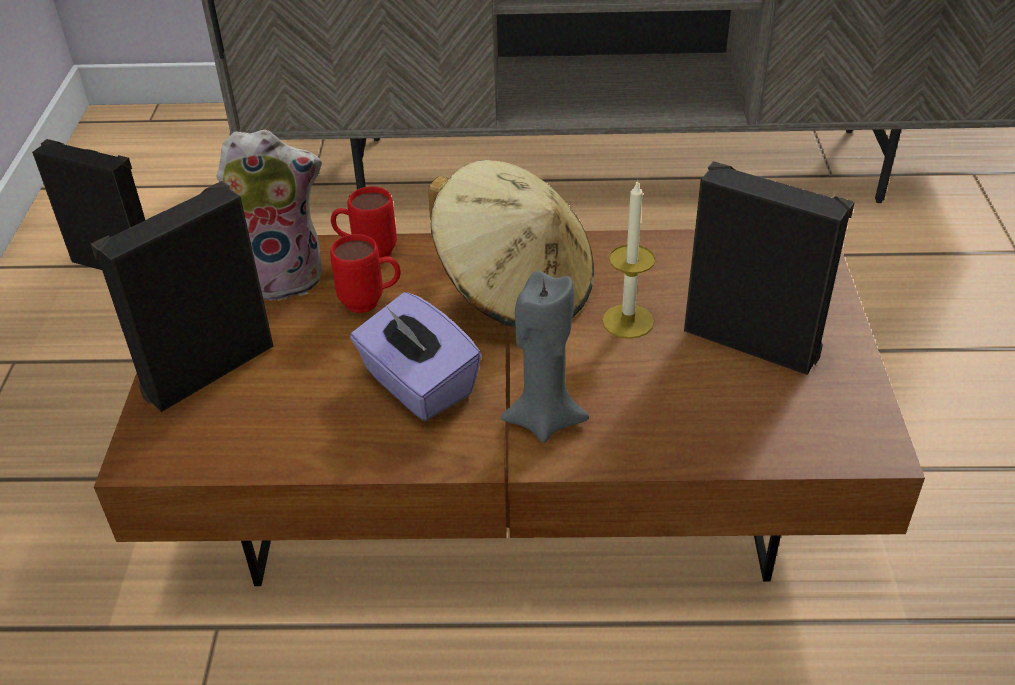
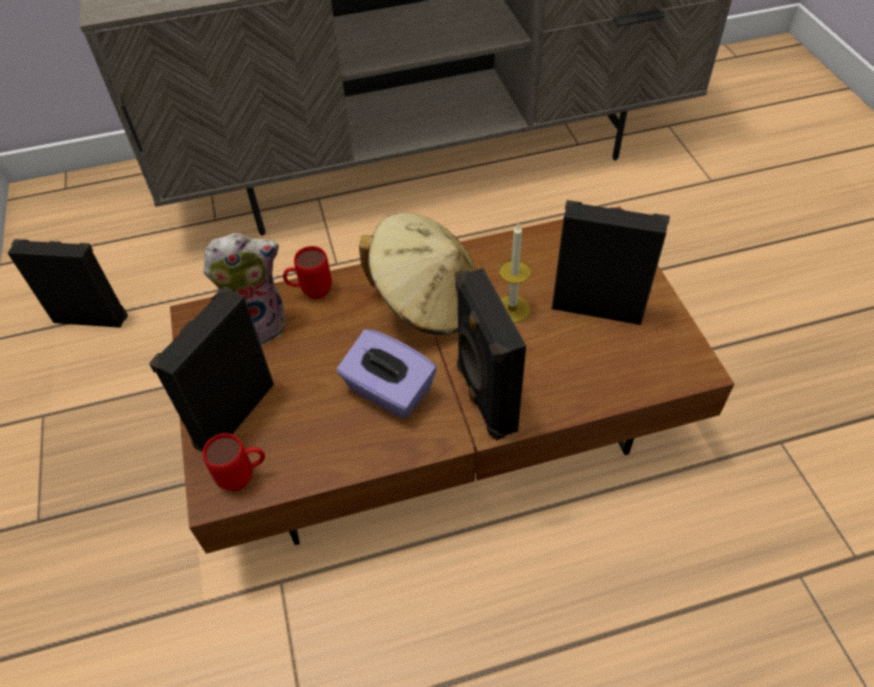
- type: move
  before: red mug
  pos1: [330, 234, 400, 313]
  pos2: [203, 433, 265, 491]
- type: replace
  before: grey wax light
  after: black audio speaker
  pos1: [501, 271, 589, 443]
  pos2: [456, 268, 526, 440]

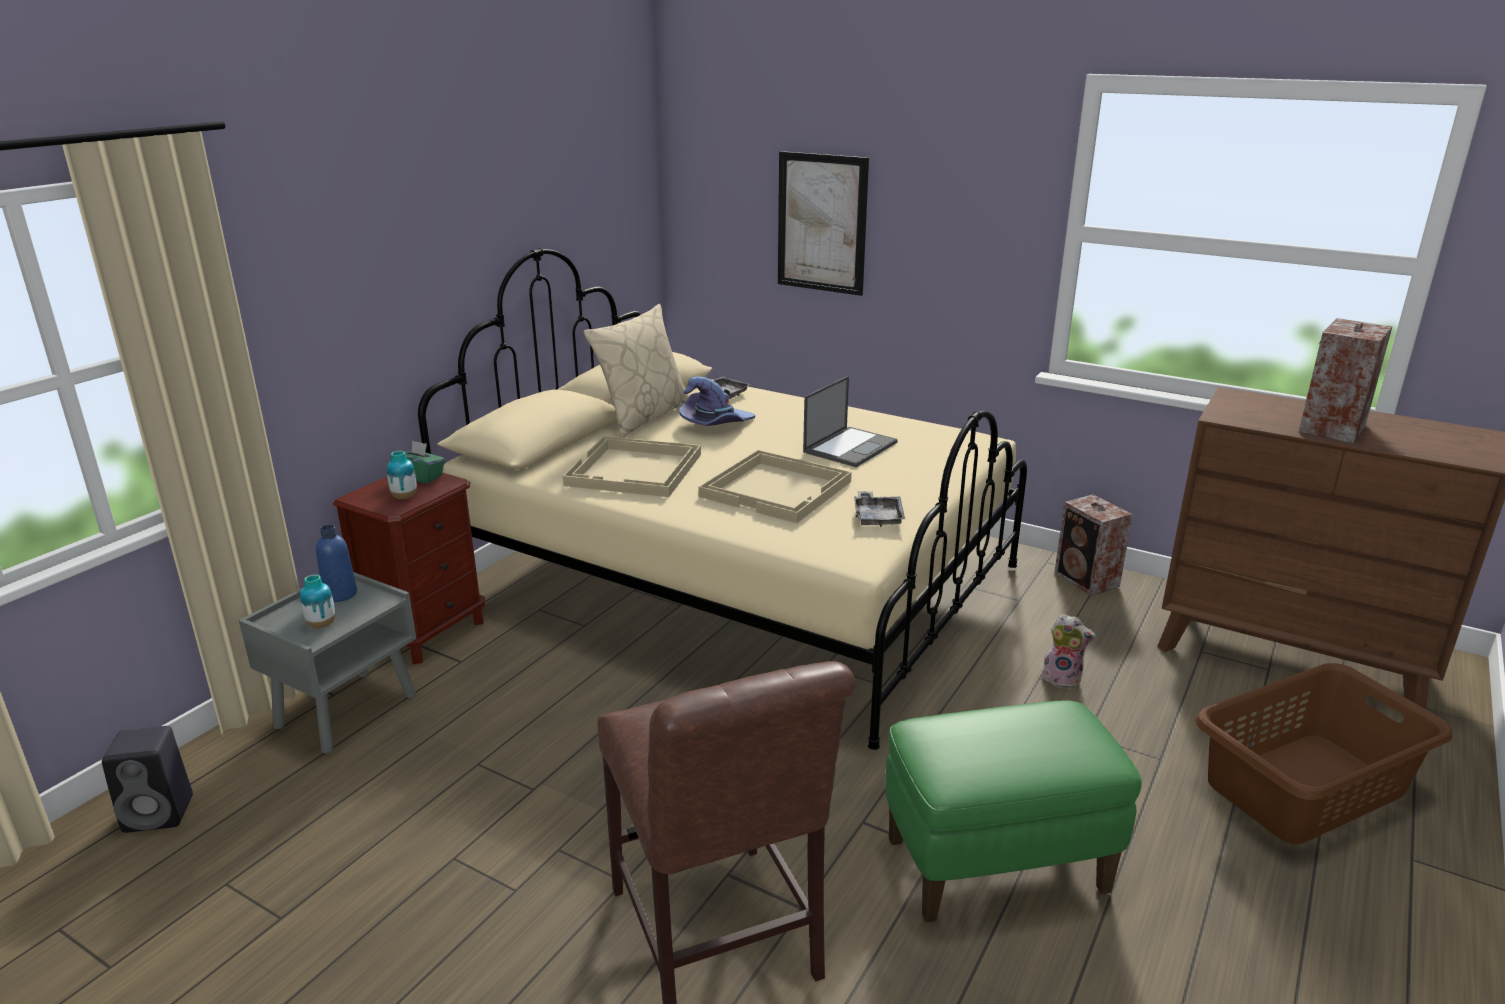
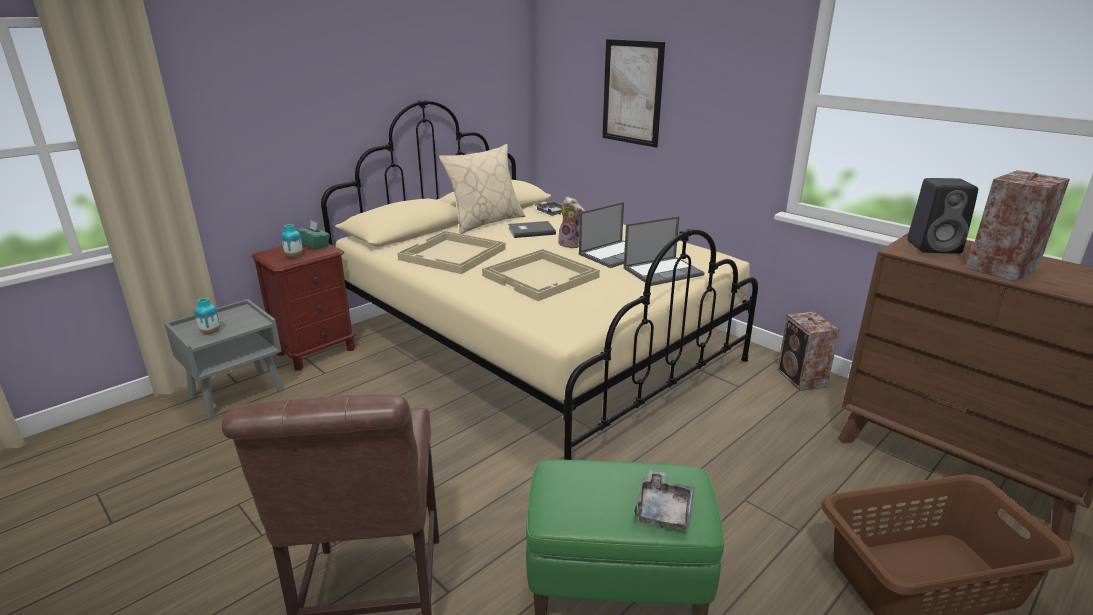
- type: replace
  before: purple clothing hat
  after: grey volume
  pos1: [679, 377, 755, 426]
  pos2: [508, 221, 556, 238]
- type: move
  before: grey tray
  pos1: [854, 491, 905, 527]
  pos2: [634, 470, 695, 528]
- type: delete
  before: bluish drink bottle
  pos1: [316, 525, 357, 602]
- type: move
  before: soft toy
  pos1: [1041, 614, 1096, 689]
  pos2: [557, 196, 585, 248]
- type: move
  before: black audio speaker
  pos1: [102, 726, 193, 833]
  pos2: [907, 178, 978, 254]
- type: insert
  after: laptop
  pos2: [624, 216, 705, 286]

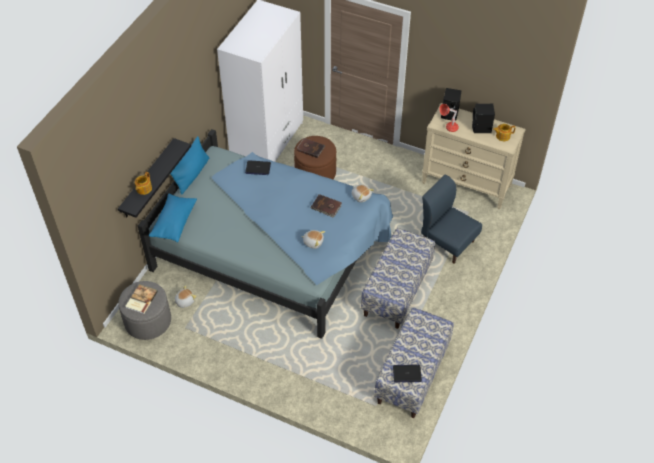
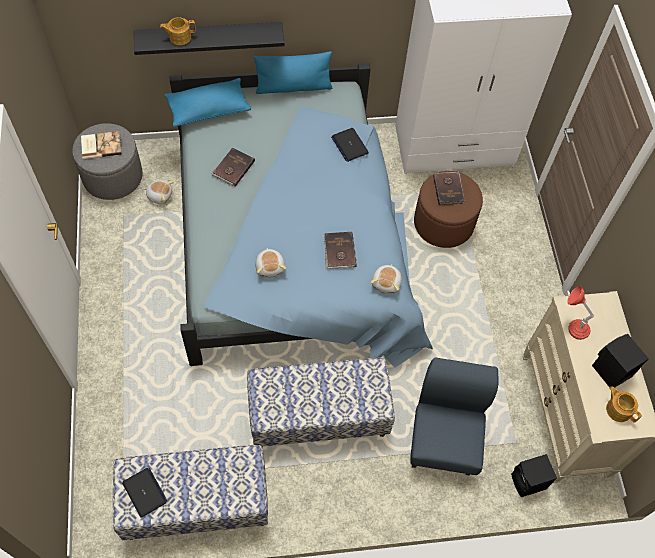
- type: move
  before: black audio speaker
  pos1: [441, 88, 462, 121]
  pos2: [511, 454, 557, 497]
- type: insert
  after: brown volume
  pos2: [211, 148, 255, 187]

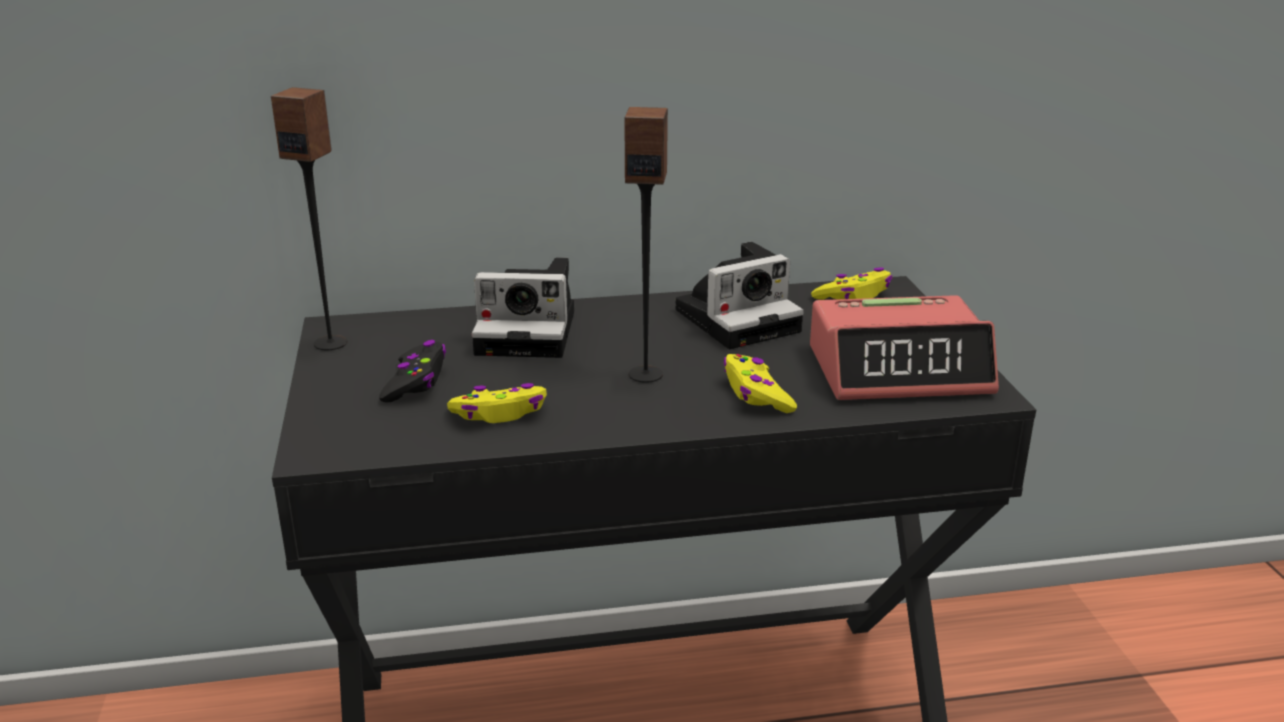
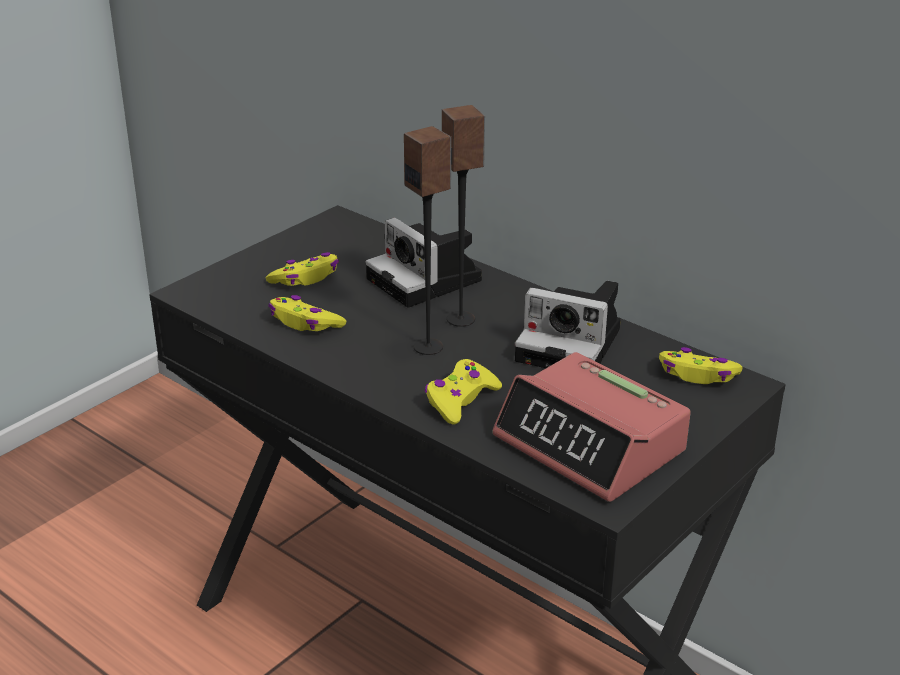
- type: move
  before: audio speaker
  pos1: [271, 87, 347, 350]
  pos2: [442, 105, 485, 327]
- type: recolor
  before: black joypad
  after: yellow joypad
  pos1: [379, 340, 446, 402]
  pos2: [265, 252, 339, 286]

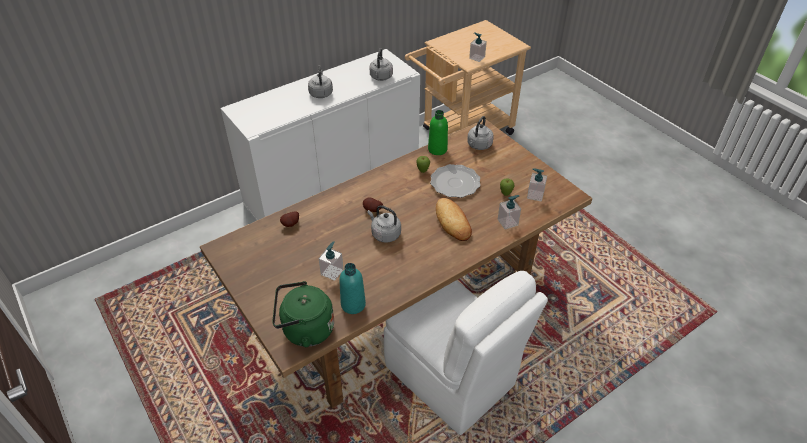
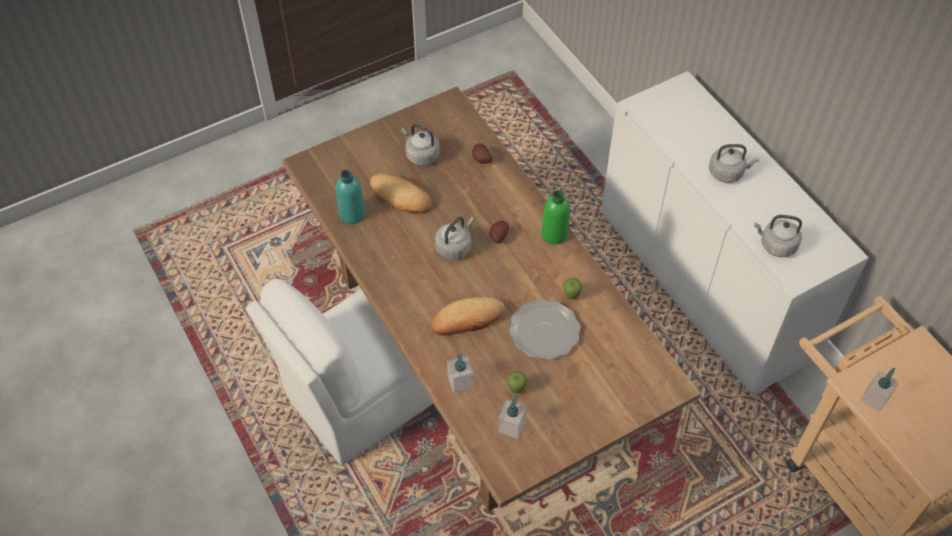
- type: move
  before: green drink bottle
  pos1: [428, 110, 448, 155]
  pos2: [541, 190, 570, 244]
- type: move
  before: grey water kettle
  pos1: [467, 116, 494, 150]
  pos2: [401, 124, 440, 166]
- type: replace
  before: soap bottle
  after: baked bread
  pos1: [319, 241, 344, 281]
  pos2: [370, 173, 432, 213]
- type: delete
  before: green water kettle
  pos1: [272, 281, 334, 347]

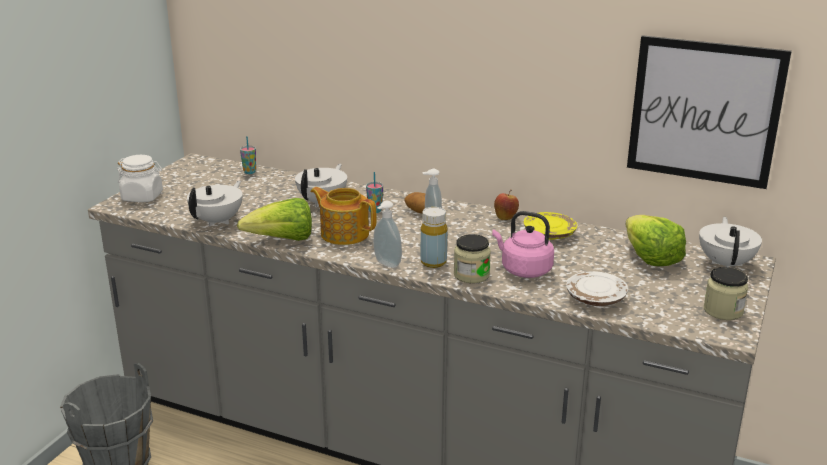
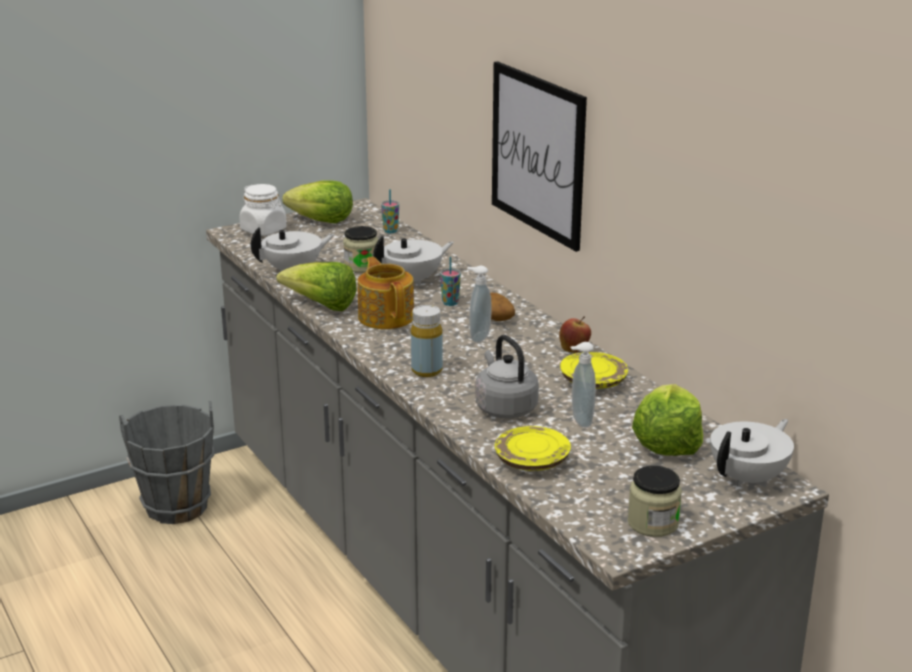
- type: move
  before: wall picture
  pos1: [627, 35, 792, 189]
  pos2: [492, 61, 587, 252]
- type: move
  before: soap bottle
  pos1: [373, 201, 402, 268]
  pos2: [570, 342, 596, 428]
- type: recolor
  before: pink water kettle
  after: grey water kettle
  pos1: [492, 211, 554, 278]
  pos2: [475, 335, 539, 418]
- type: move
  before: jar
  pos1: [454, 234, 491, 283]
  pos2: [343, 226, 379, 273]
- type: recolor
  before: white dinner plate
  after: yellow dinner plate
  pos1: [566, 271, 628, 306]
  pos2: [495, 426, 571, 471]
- type: insert
  after: lettuce head
  pos2: [282, 181, 353, 223]

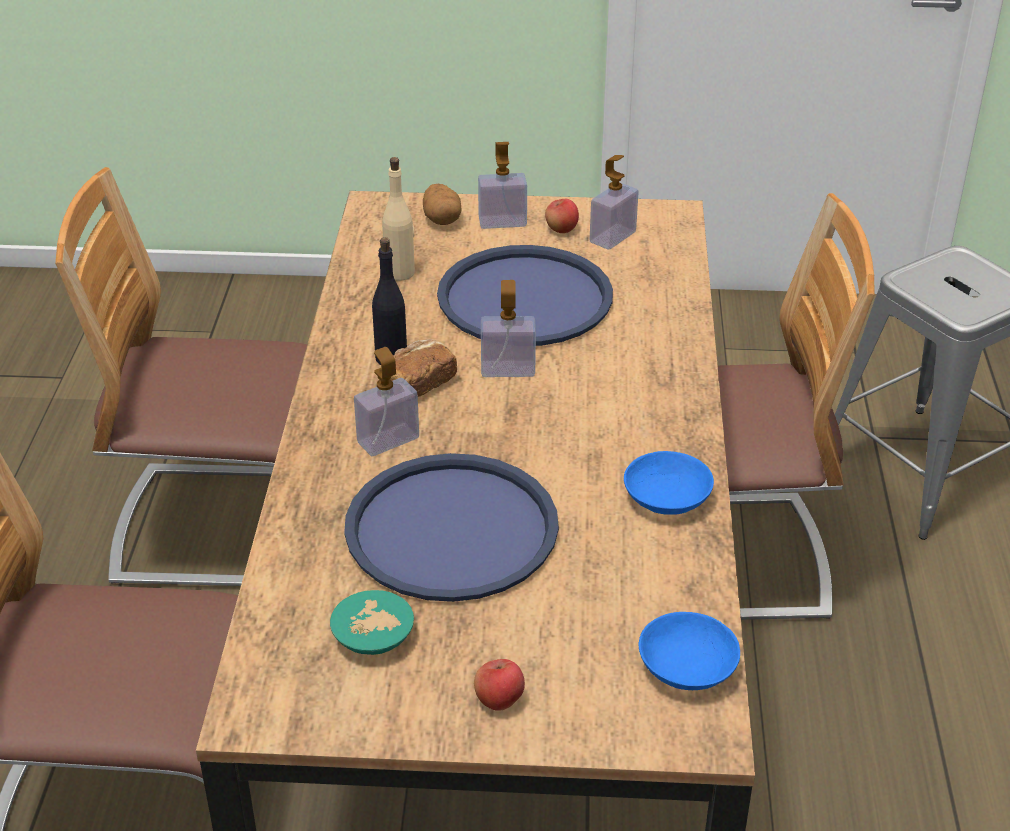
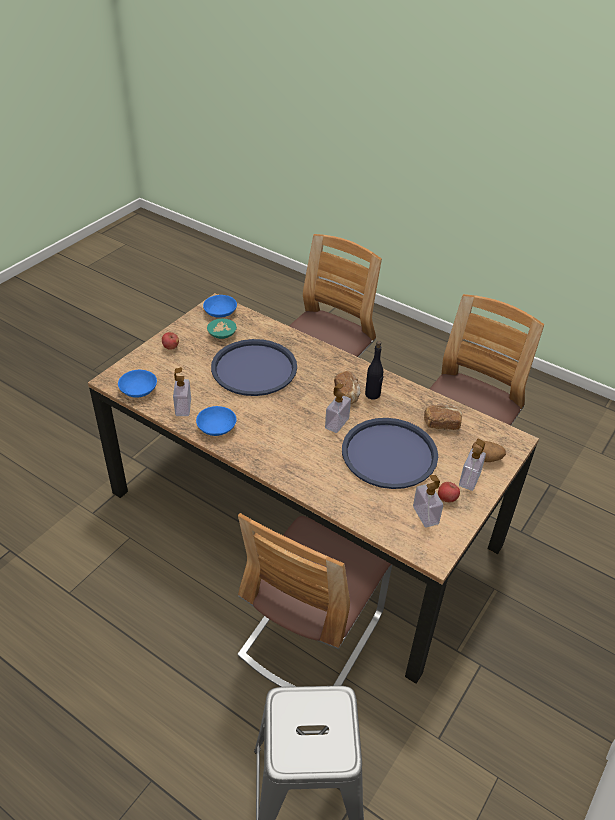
- type: replace
  before: sand-coloured drink bottle
  after: baked bread
  pos1: [382, 157, 415, 281]
  pos2: [424, 404, 462, 430]
- type: move
  before: soap bottle
  pos1: [354, 347, 419, 456]
  pos2: [173, 367, 191, 416]
- type: insert
  after: bluish bowl
  pos2: [203, 295, 237, 318]

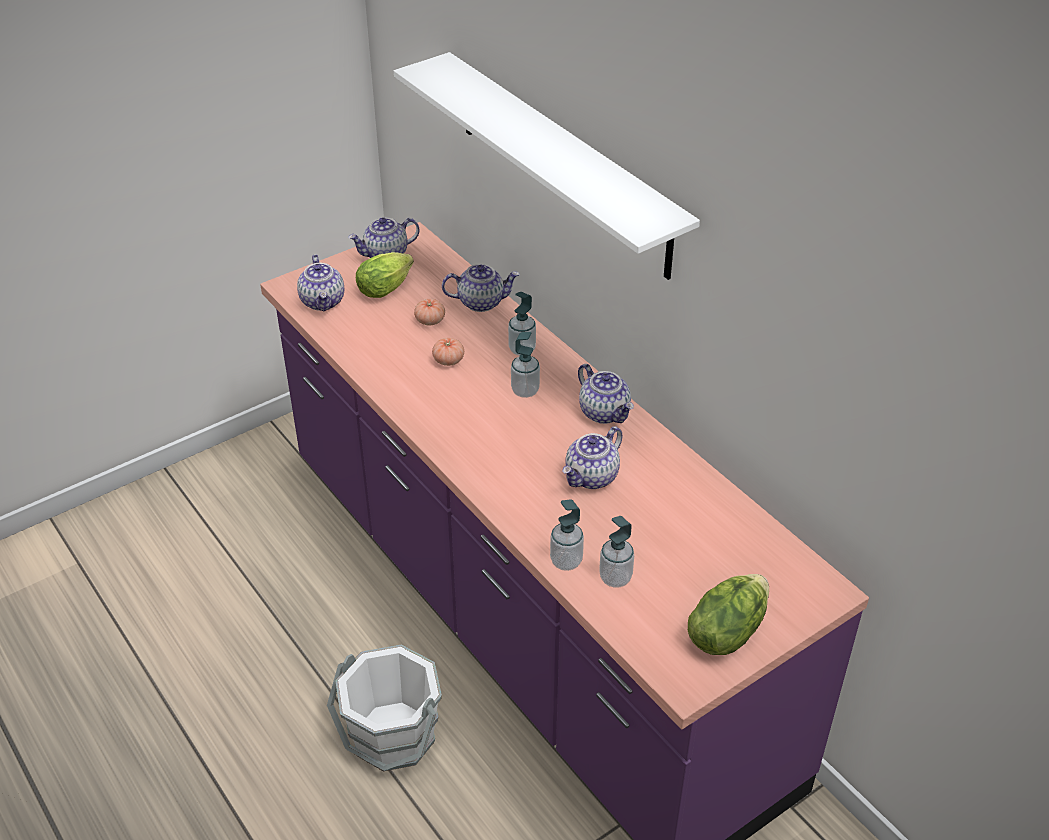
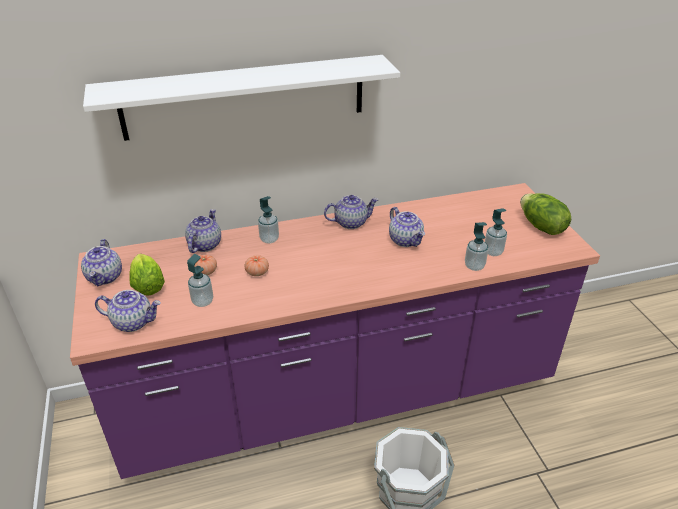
- type: move
  before: soap bottle
  pos1: [511, 332, 540, 398]
  pos2: [187, 254, 213, 307]

